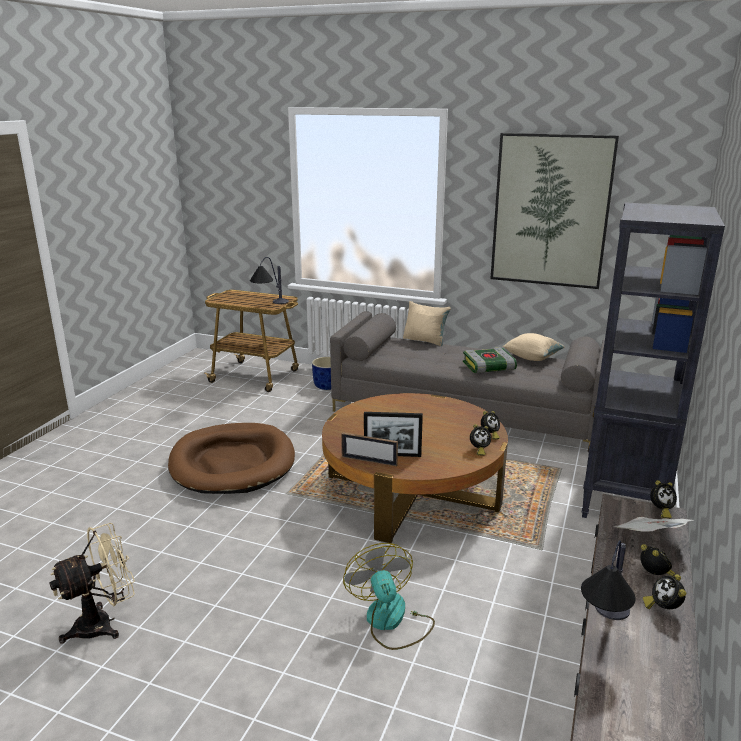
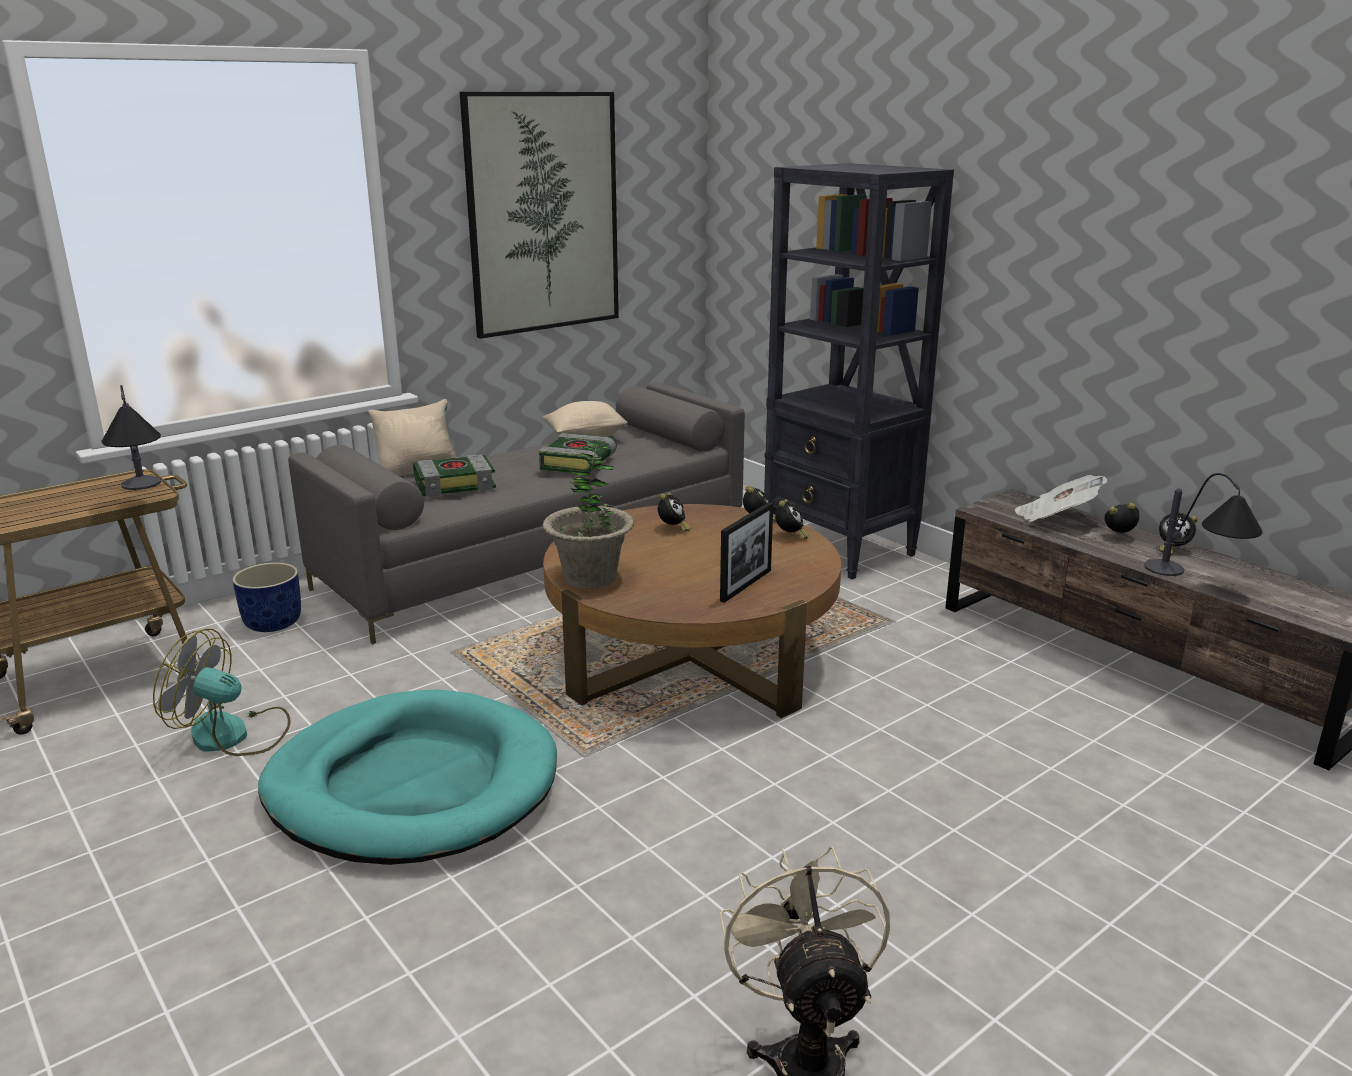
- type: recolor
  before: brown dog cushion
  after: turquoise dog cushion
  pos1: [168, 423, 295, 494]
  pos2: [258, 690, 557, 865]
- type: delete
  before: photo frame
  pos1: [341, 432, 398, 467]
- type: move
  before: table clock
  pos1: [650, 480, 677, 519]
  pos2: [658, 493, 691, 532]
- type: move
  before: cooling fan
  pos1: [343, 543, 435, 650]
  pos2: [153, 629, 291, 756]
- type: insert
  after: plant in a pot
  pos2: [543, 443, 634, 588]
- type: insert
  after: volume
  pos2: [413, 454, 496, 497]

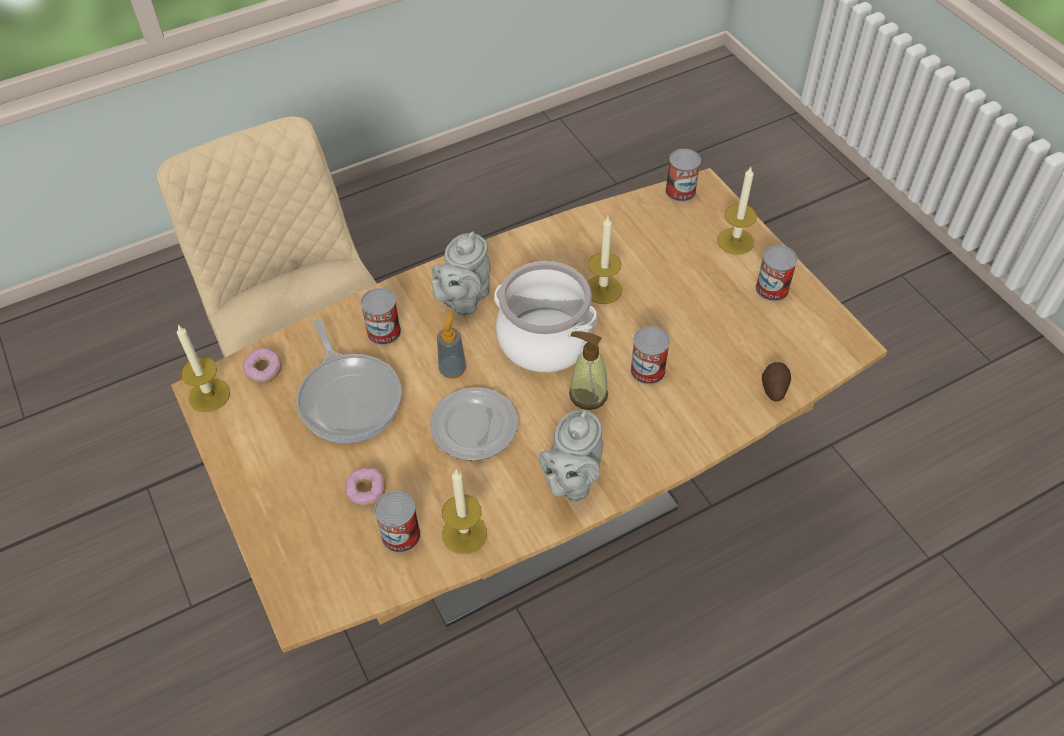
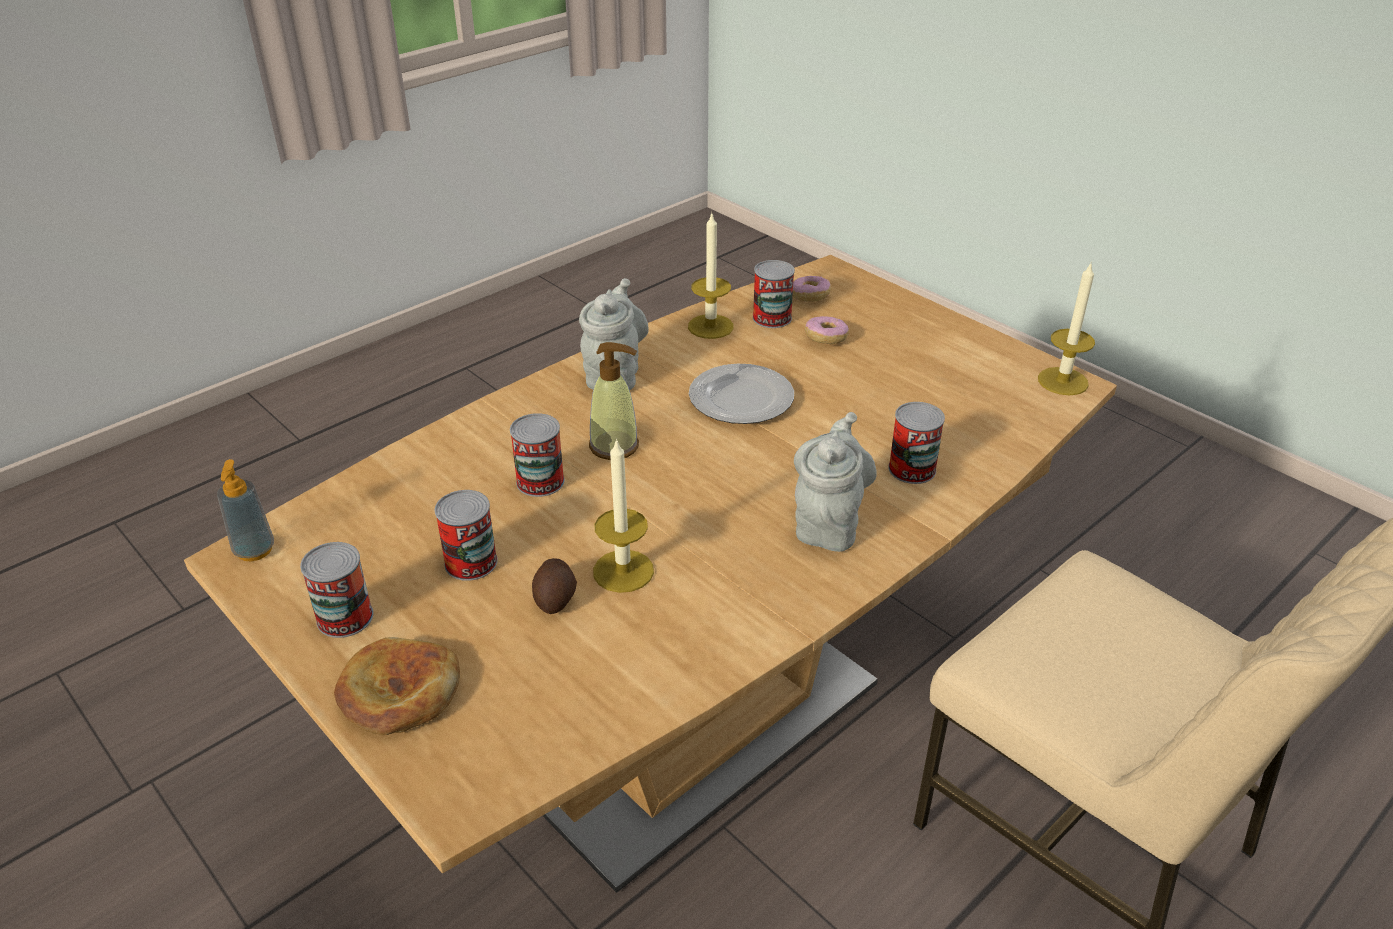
- type: move
  before: metal can
  pos1: [665, 149, 701, 202]
  pos2: [435, 490, 498, 581]
- type: replace
  before: wax light
  after: baked bread
  pos1: [717, 167, 757, 255]
  pos2: [334, 637, 460, 735]
- type: delete
  before: cooking pot
  pos1: [494, 261, 597, 372]
- type: move
  before: soap bottle
  pos1: [437, 312, 466, 379]
  pos2: [217, 459, 274, 561]
- type: delete
  before: frying pan
  pos1: [297, 319, 402, 443]
- type: move
  before: donut
  pos1: [243, 348, 282, 383]
  pos2: [793, 276, 831, 302]
- type: move
  before: spud
  pos1: [762, 362, 791, 402]
  pos2: [532, 558, 577, 614]

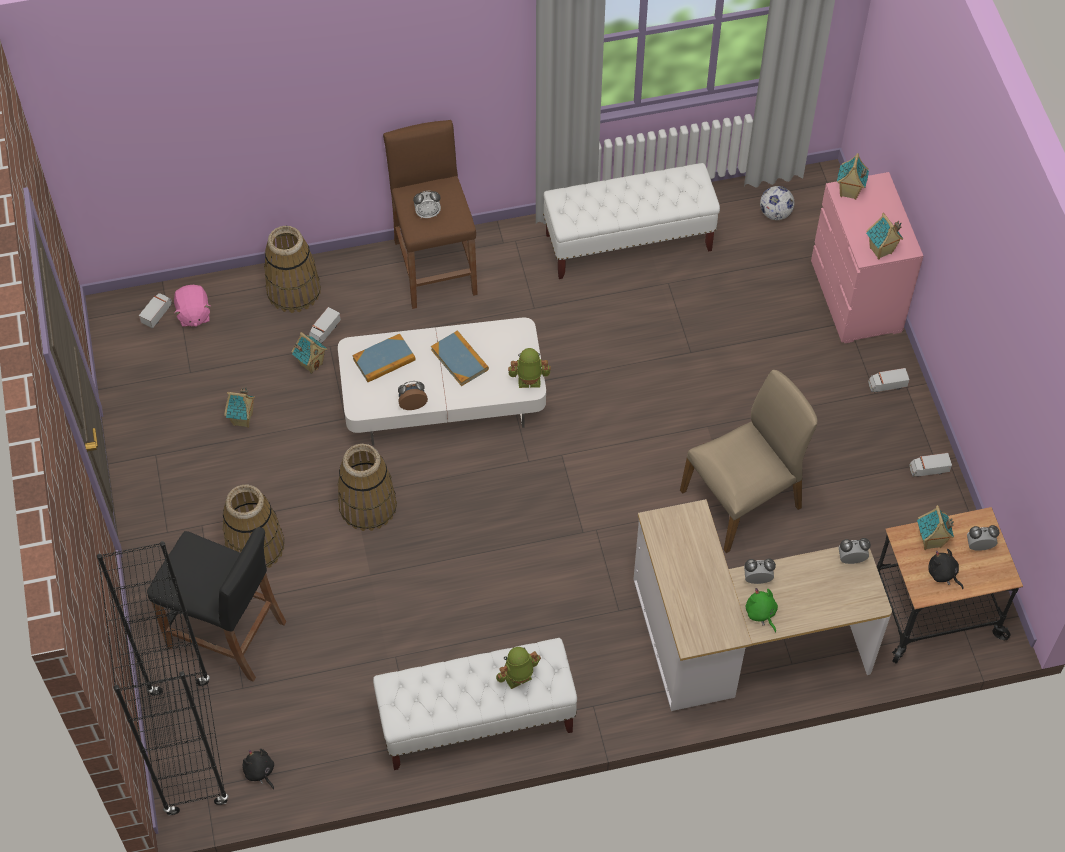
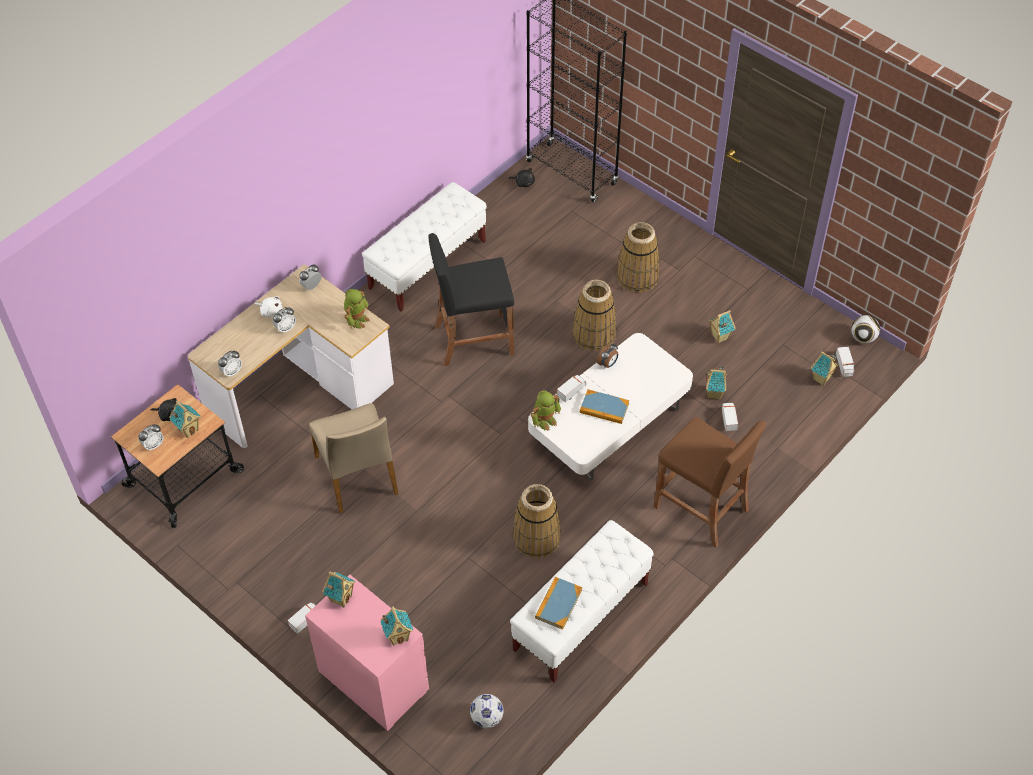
- type: move
  before: table clock
  pos1: [413, 191, 441, 218]
  pos2: [299, 265, 322, 290]
- type: move
  before: storage basket
  pos1: [264, 226, 321, 313]
  pos2: [513, 484, 561, 558]
- type: replace
  before: pink soft toy
  after: miniature house
  pos1: [174, 285, 210, 327]
  pos2: [811, 351, 839, 386]
- type: move
  before: volume
  pos1: [352, 334, 416, 382]
  pos2: [535, 577, 582, 630]
- type: rotate
  before: sand-coloured chair
  pos1: [680, 370, 817, 553]
  pos2: [309, 403, 398, 513]
  turn: -45
- type: move
  before: toy lorry
  pos1: [909, 453, 952, 477]
  pos2: [557, 375, 586, 403]
- type: move
  before: black stool seat
  pos1: [147, 527, 287, 682]
  pos2: [428, 233, 514, 366]
- type: recolor
  before: green soft toy
  after: white soft toy
  pos1: [746, 588, 778, 633]
  pos2: [255, 296, 282, 317]
- type: move
  before: robot figure
  pos1: [496, 647, 541, 689]
  pos2: [344, 289, 370, 329]
- type: insert
  after: ball for football
  pos2: [851, 315, 880, 343]

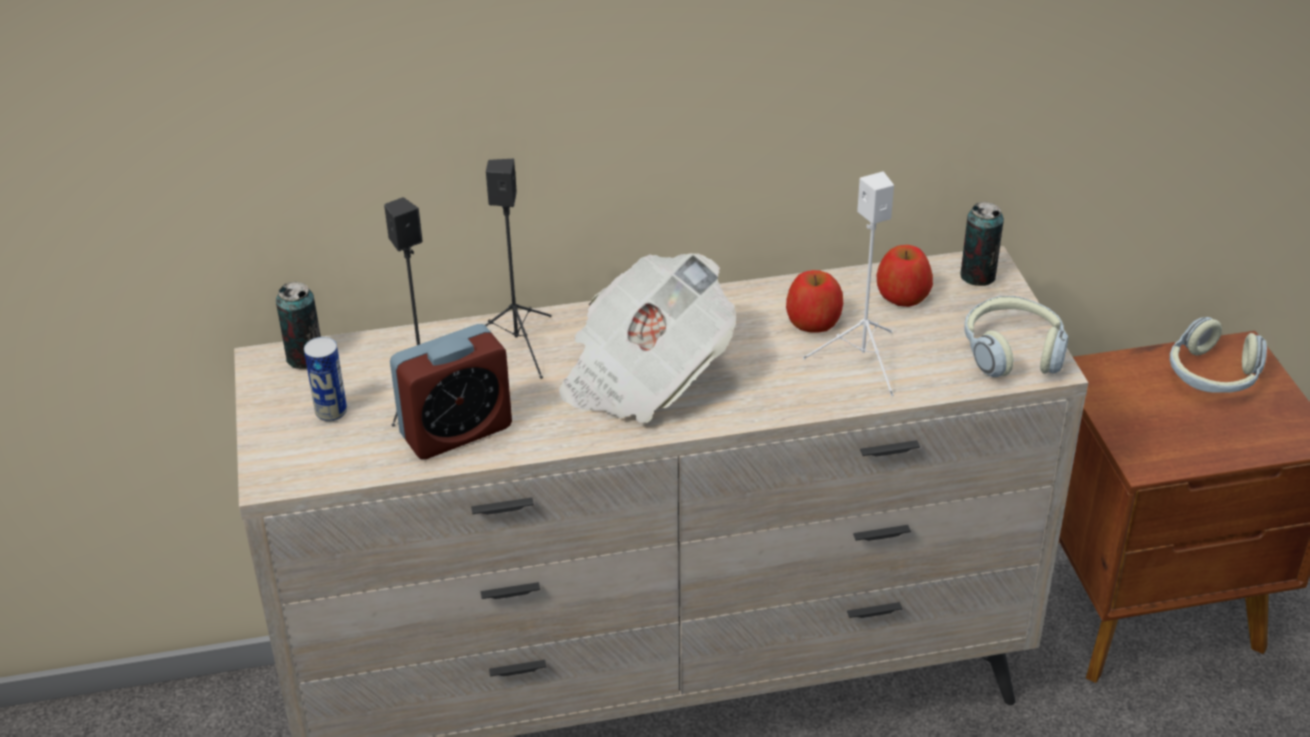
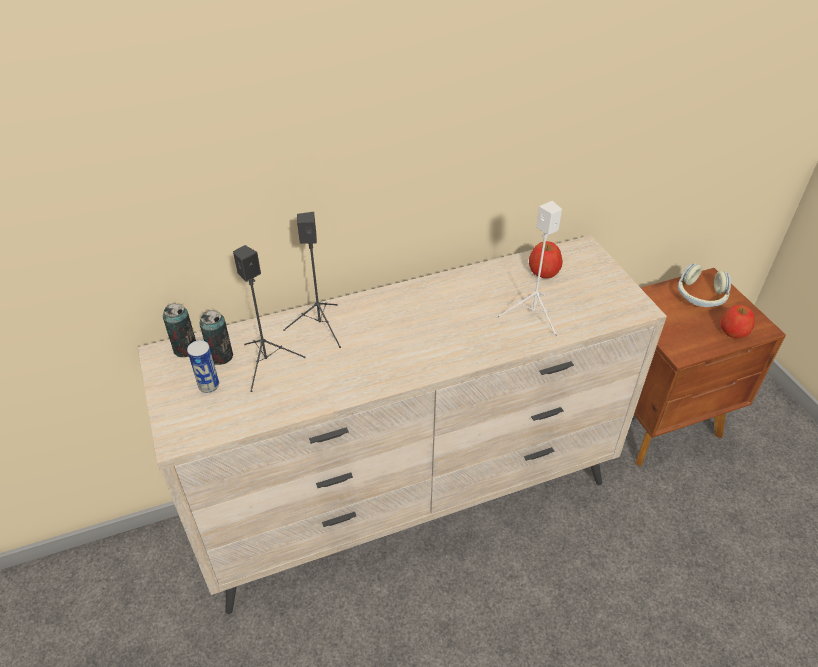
- type: move
  before: metal can
  pos1: [960, 202, 1004, 286]
  pos2: [200, 310, 233, 365]
- type: delete
  before: newspaper
  pos1: [559, 253, 736, 423]
- type: move
  before: apple
  pos1: [786, 270, 843, 333]
  pos2: [720, 305, 755, 338]
- type: delete
  before: headset
  pos1: [964, 296, 1069, 377]
- type: delete
  before: table clock
  pos1: [390, 324, 512, 459]

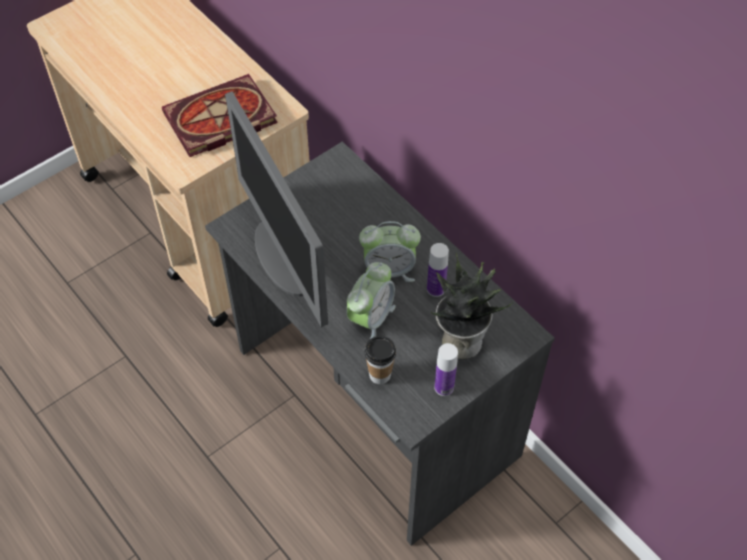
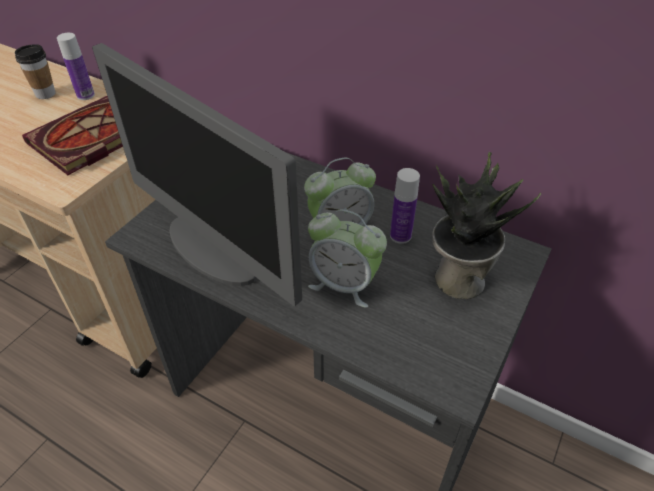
- type: rotate
  before: table clock
  pos1: [346, 262, 396, 339]
  pos2: [308, 209, 387, 308]
  turn: 105
- type: move
  before: small cup
  pos1: [364, 336, 396, 384]
  pos2: [15, 44, 56, 99]
- type: move
  before: drink bottle
  pos1: [434, 343, 458, 396]
  pos2: [57, 33, 95, 100]

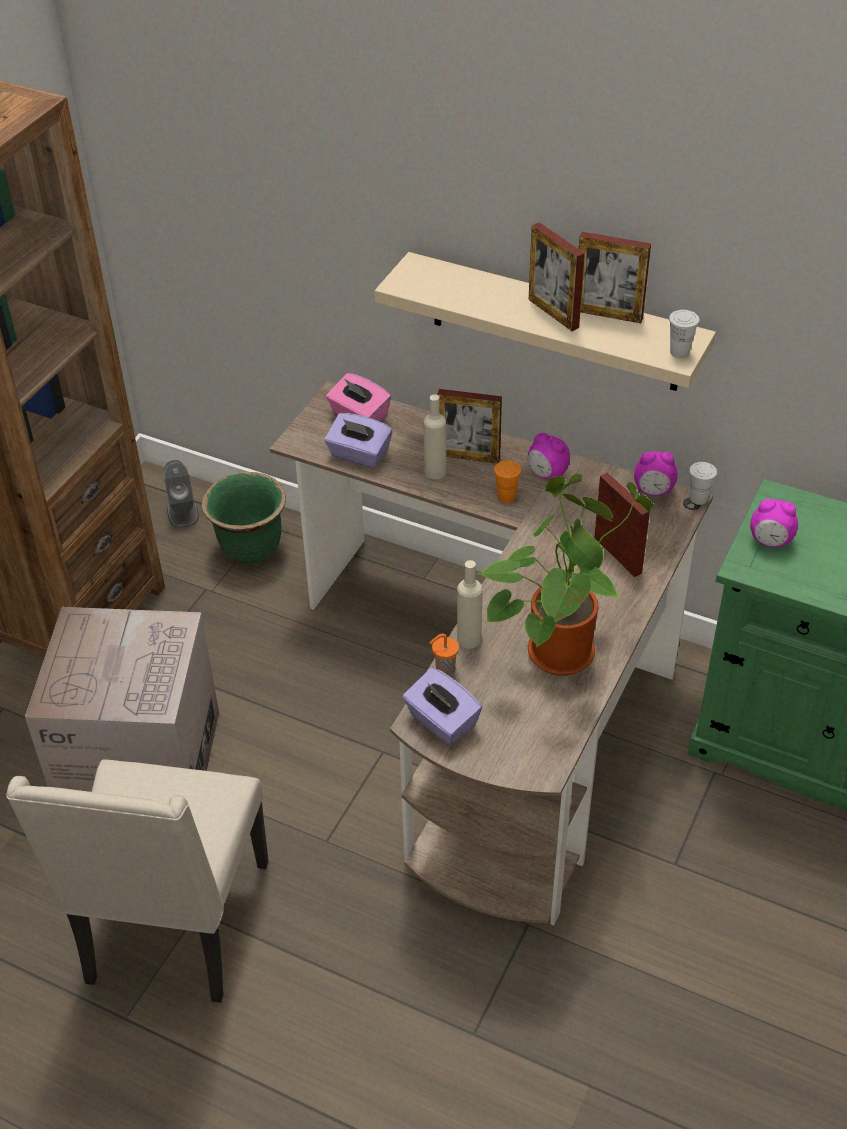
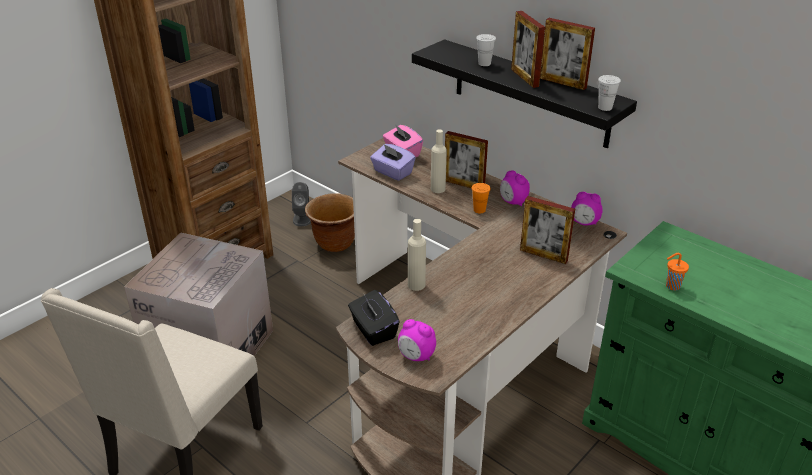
- type: recolor
  before: sand-coloured bracket shelf
  after: black bracket shelf
  pos1: [375, 252, 716, 391]
  pos2: [412, 39, 637, 148]
- type: move
  before: white small cup
  pos1: [689, 462, 717, 505]
  pos2: [476, 34, 496, 66]
- type: recolor
  before: green flower pot
  after: brown flower pot
  pos1: [202, 472, 286, 564]
  pos2: [305, 193, 355, 252]
- type: rotate
  before: photo frame
  pos1: [594, 472, 650, 577]
  pos2: [520, 196, 575, 264]
  turn: 135
- type: delete
  before: plant in a pot
  pos1: [478, 473, 654, 675]
- type: move
  before: table clock
  pos1: [750, 499, 798, 547]
  pos2: [398, 319, 436, 361]
- type: move
  before: orangey small cup
  pos1: [429, 634, 459, 676]
  pos2: [666, 253, 689, 290]
- type: recolor
  before: purple box of tissues
  after: black box of tissues
  pos1: [402, 668, 482, 745]
  pos2: [348, 290, 400, 346]

